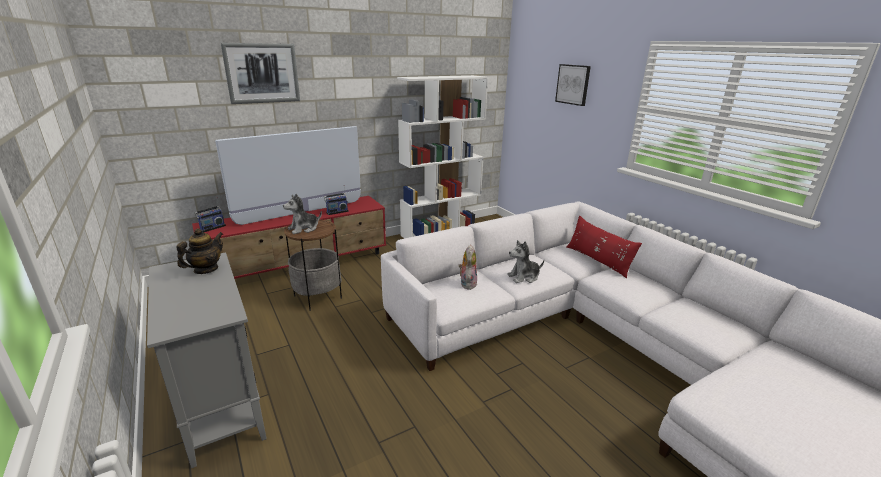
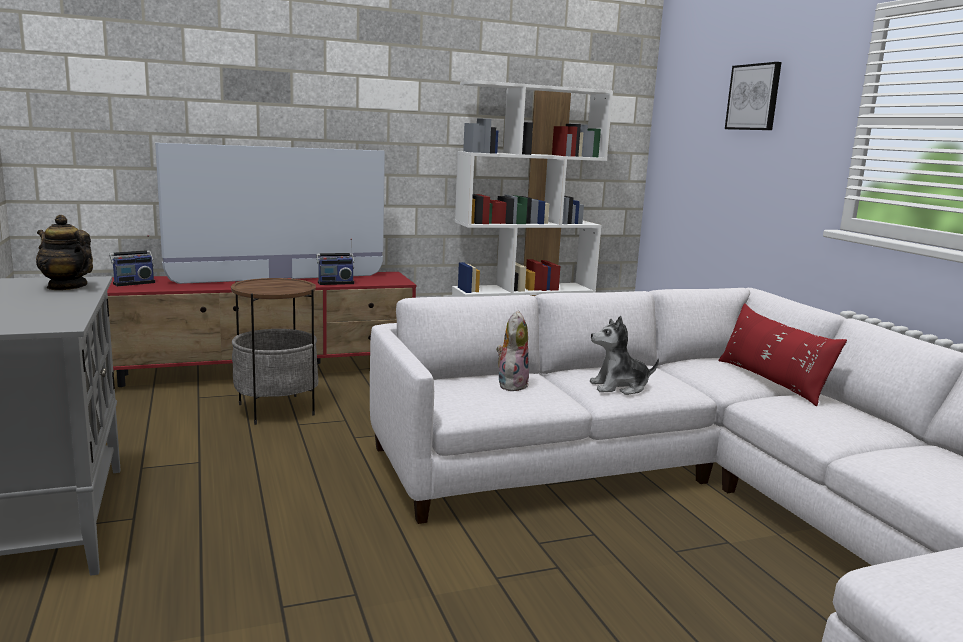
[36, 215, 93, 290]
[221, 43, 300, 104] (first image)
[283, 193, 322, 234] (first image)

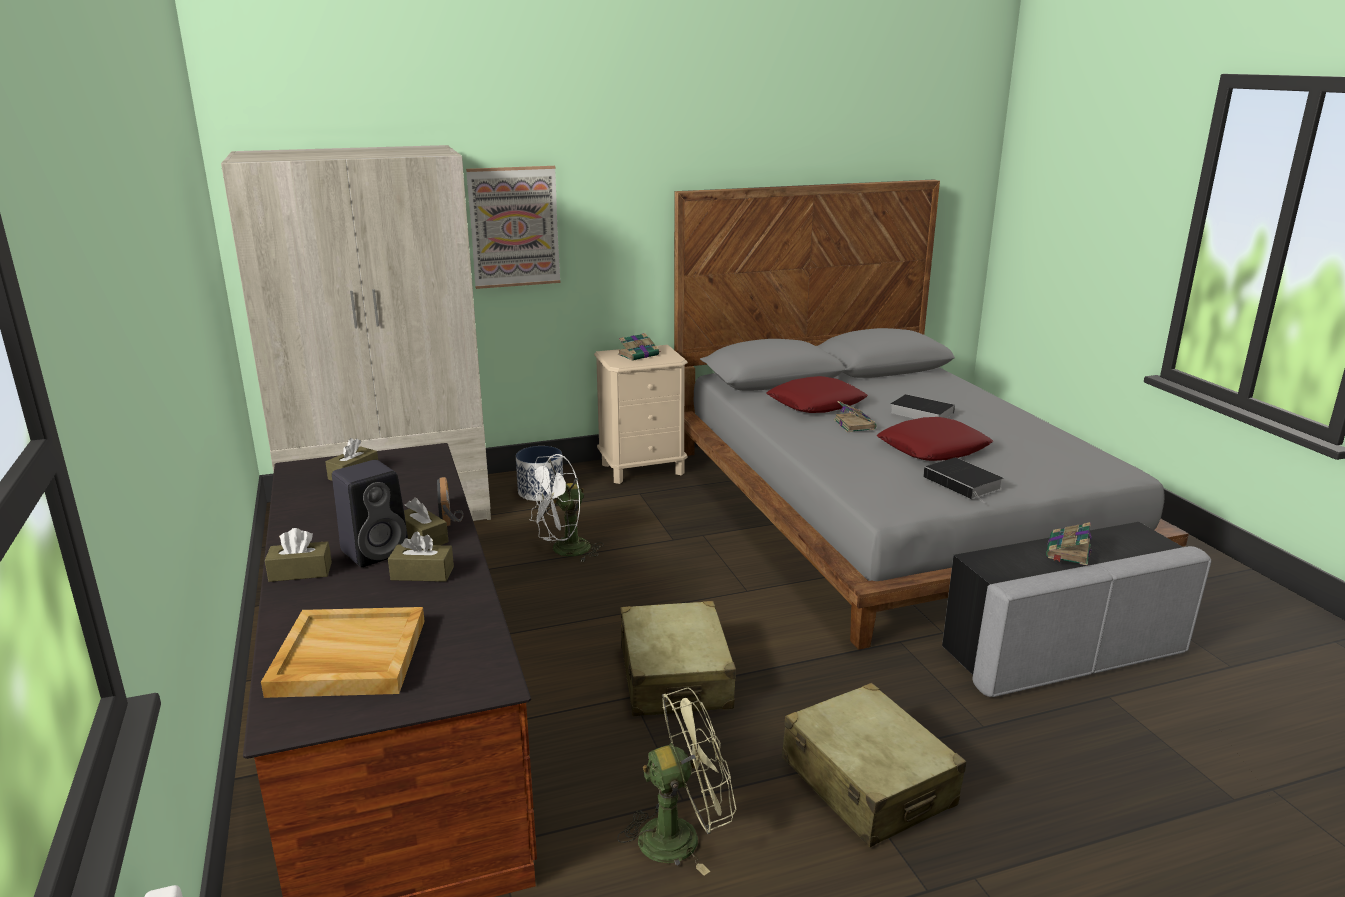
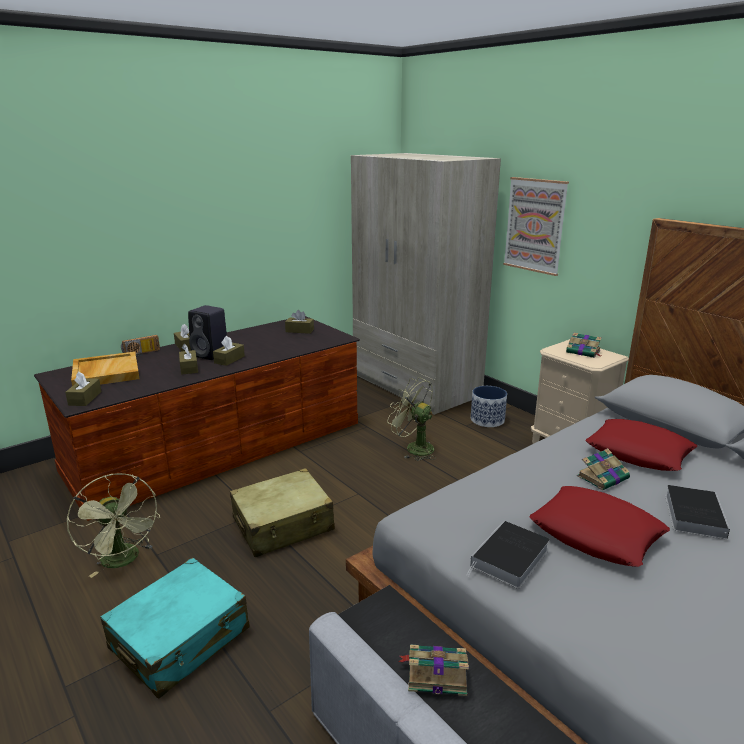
[121, 335, 160, 357]
[387, 378, 436, 461]
[100, 558, 250, 698]
[65, 372, 102, 406]

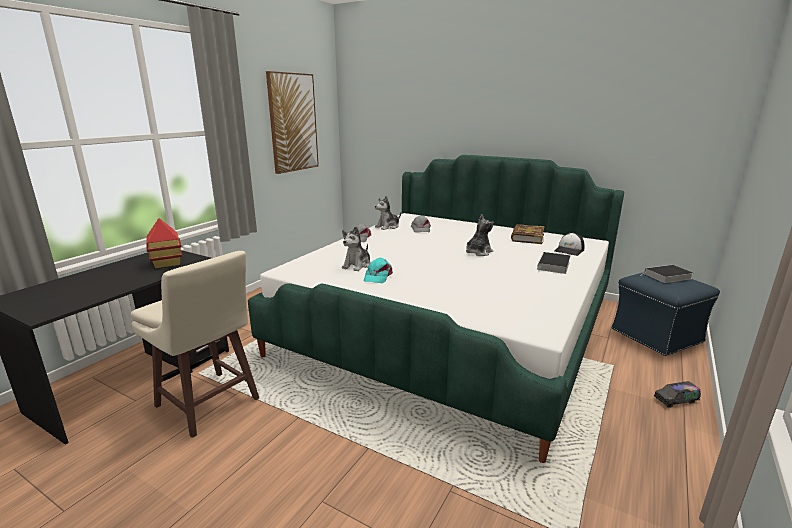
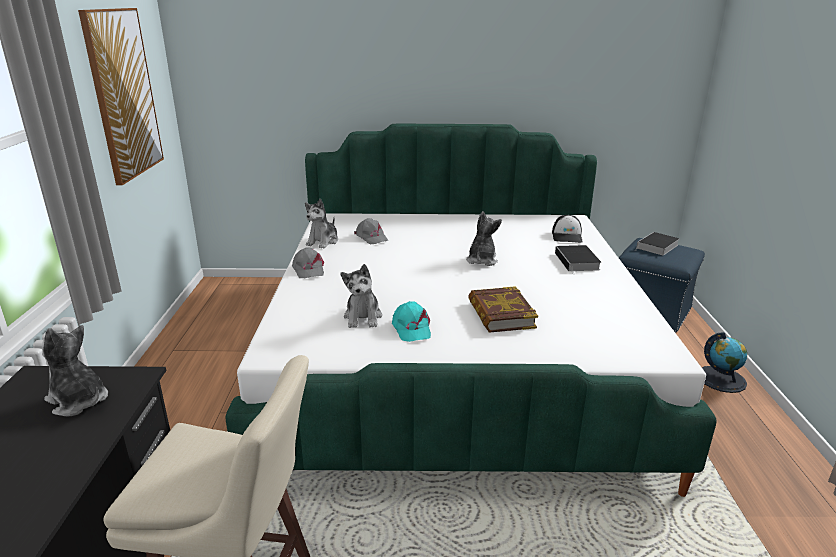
[42, 325, 108, 417]
[468, 286, 538, 333]
[702, 332, 747, 393]

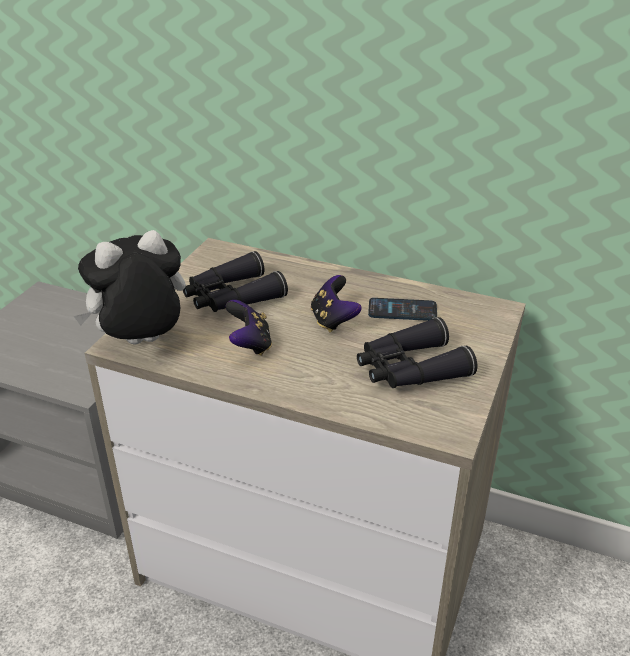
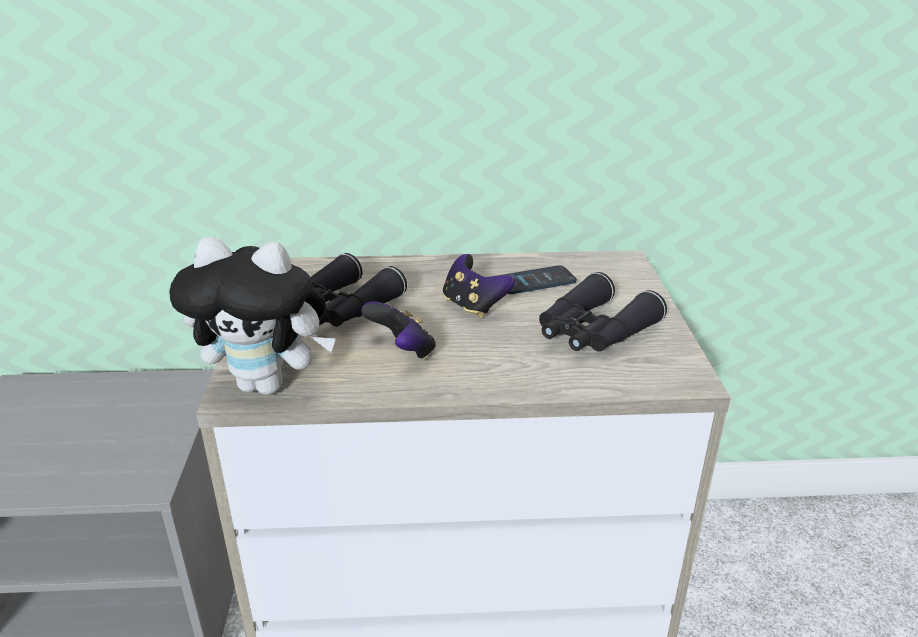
[169, 237, 336, 395]

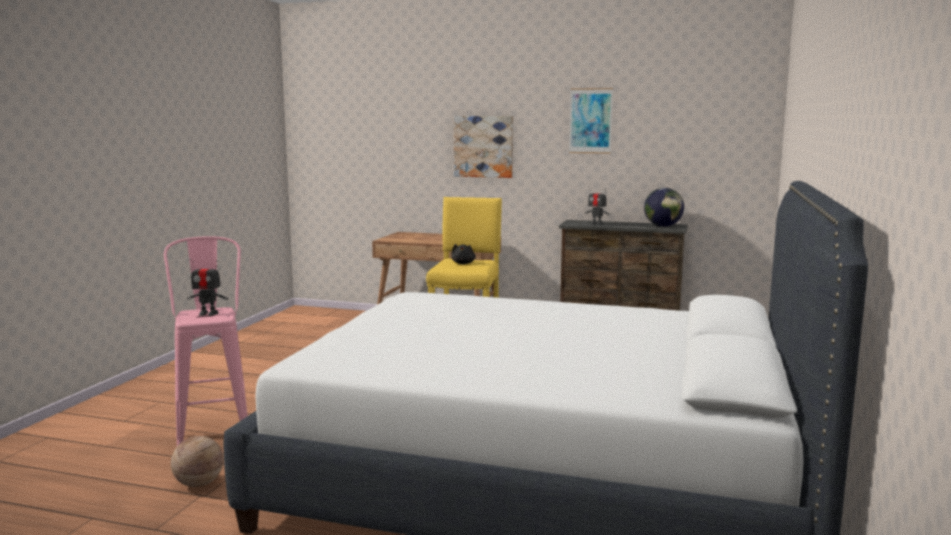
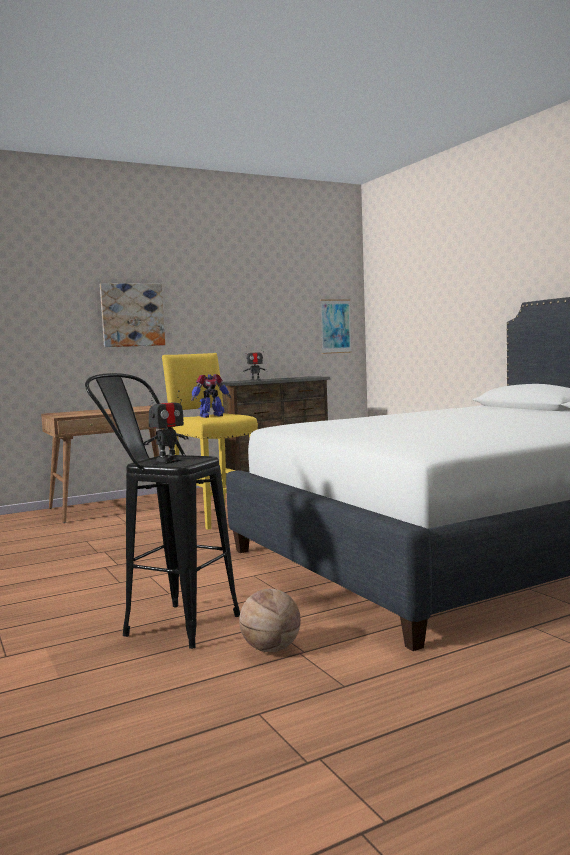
[85, 373, 240, 649]
[191, 374, 231, 418]
[320, 300, 352, 354]
[644, 188, 684, 227] (first image)

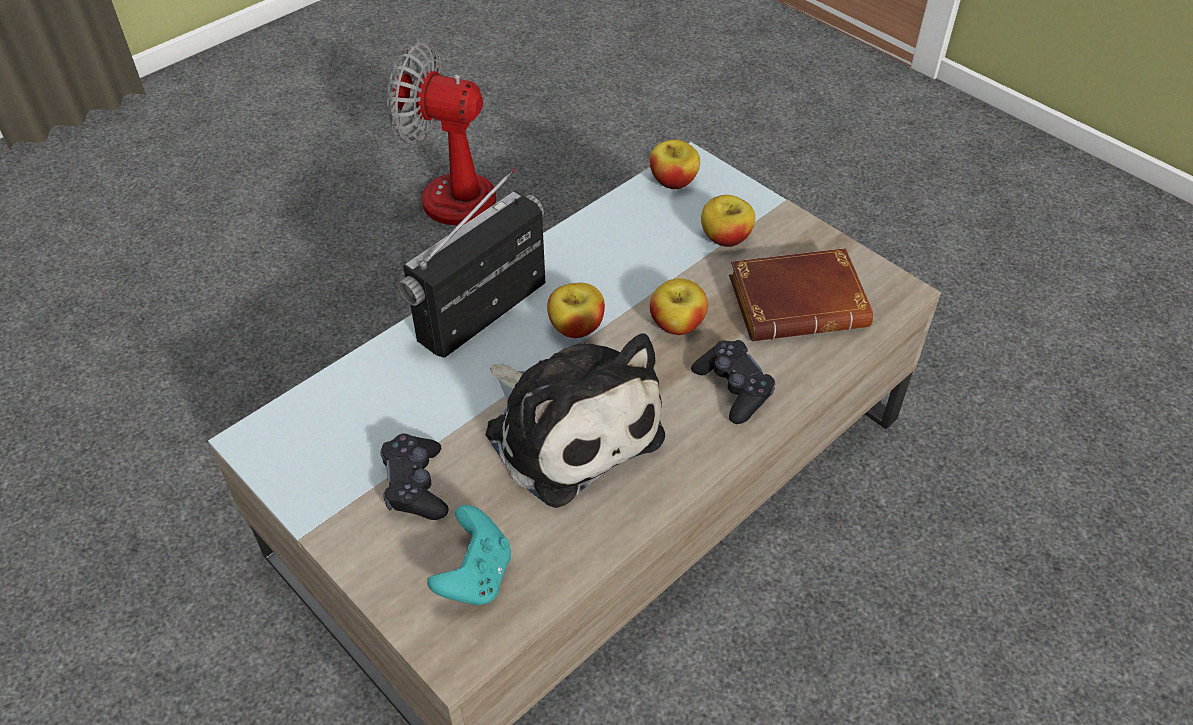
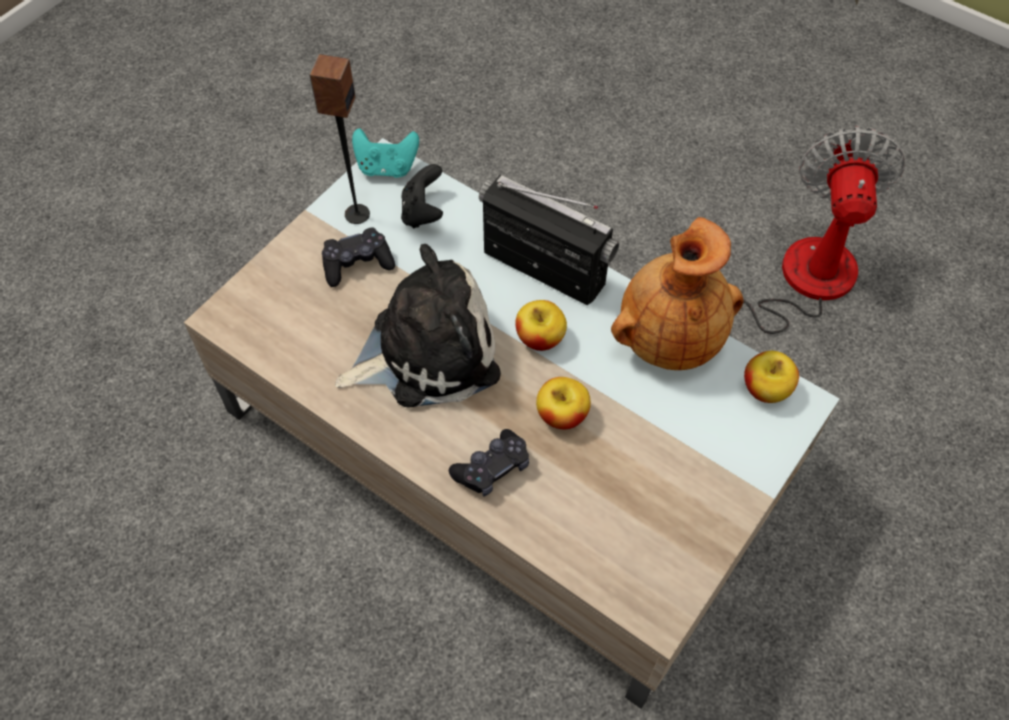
[352, 128, 419, 178]
[335, 244, 501, 408]
[701, 195, 755, 247] (first image)
[729, 248, 873, 341] (first image)
[309, 54, 370, 224]
[401, 164, 443, 228]
[611, 217, 744, 370]

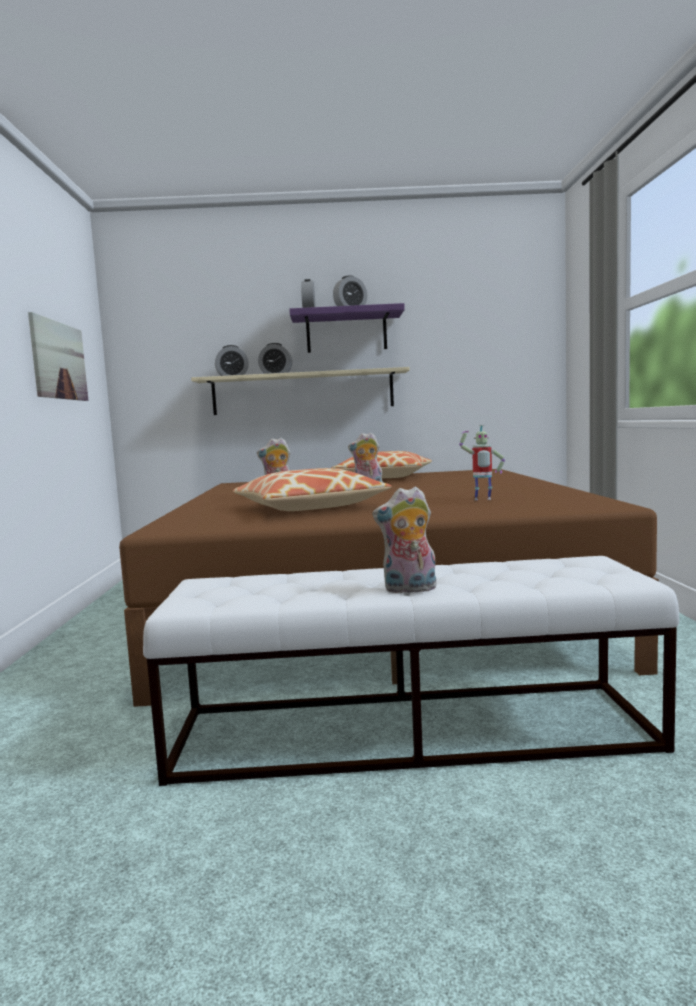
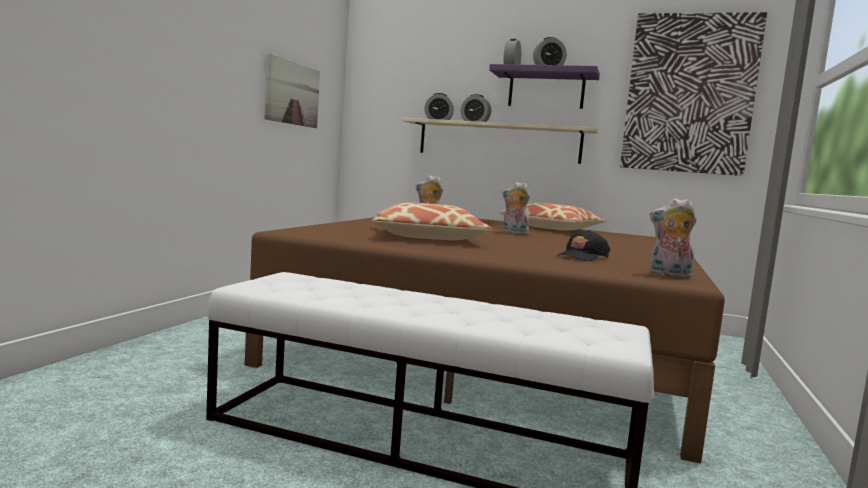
[650, 198, 697, 278]
[556, 230, 610, 261]
[620, 12, 767, 176]

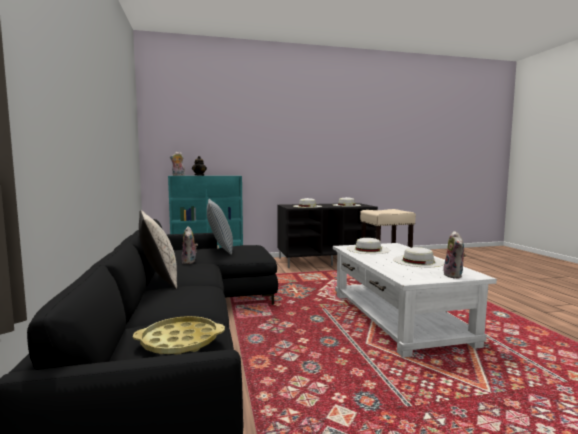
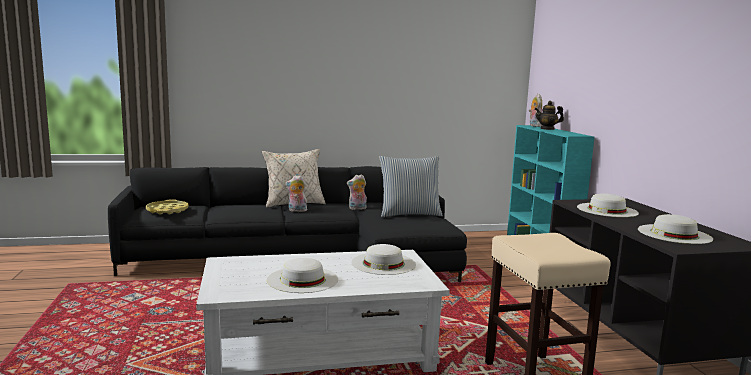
[286, 175, 307, 212]

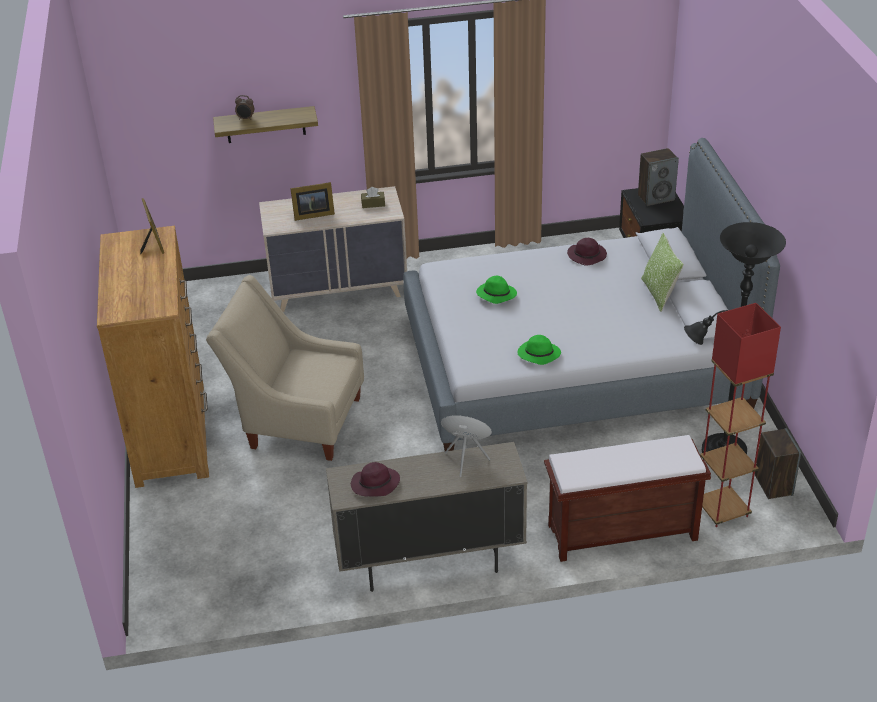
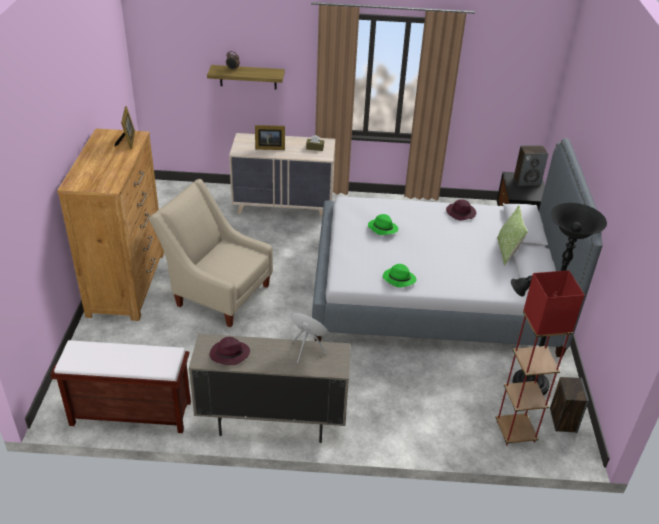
[50, 340, 191, 433]

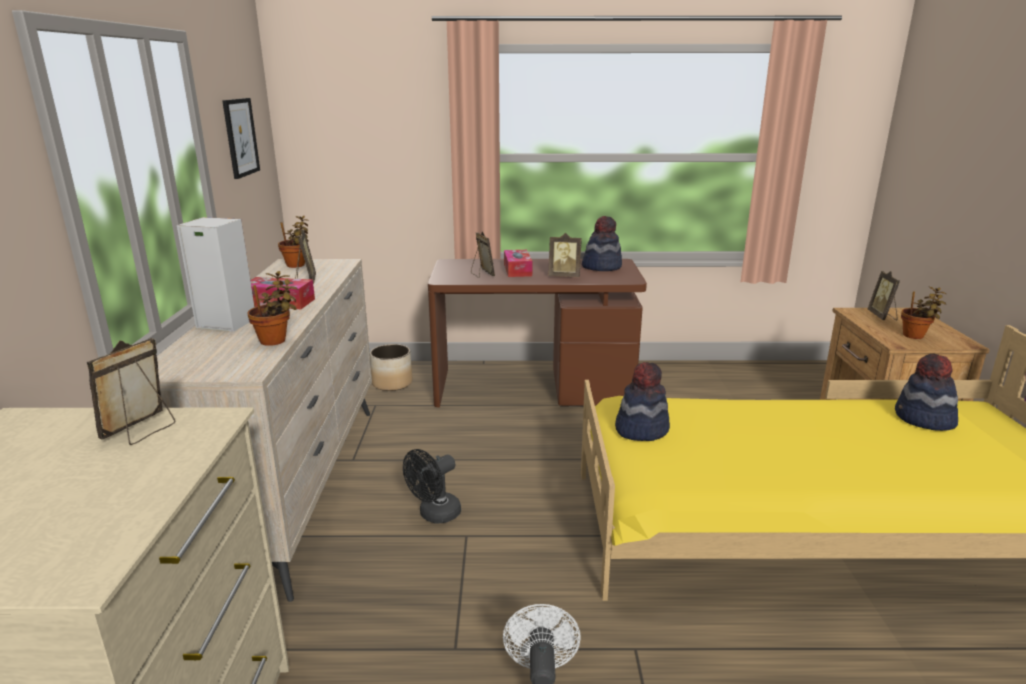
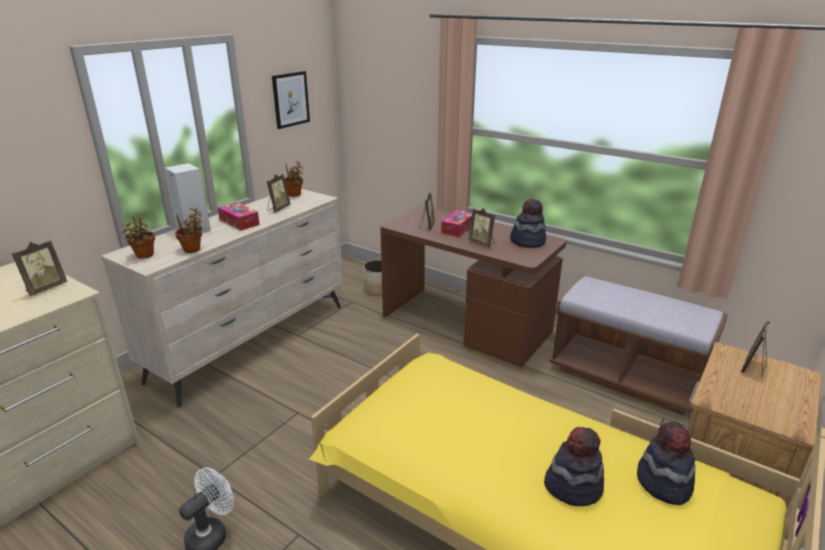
[12, 240, 67, 296]
[403, 449, 461, 523] (first image)
[544, 427, 604, 506]
[121, 215, 155, 259]
[550, 275, 728, 415]

